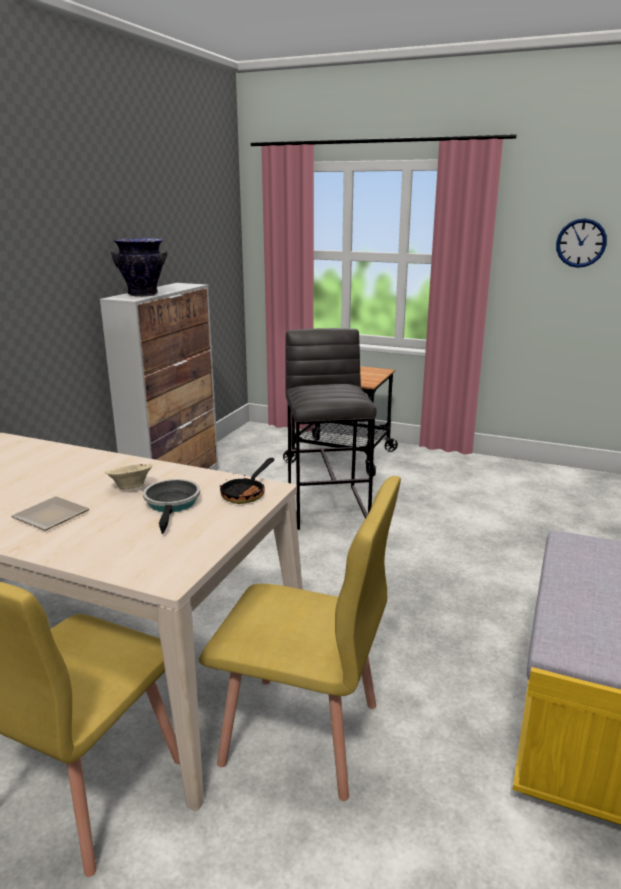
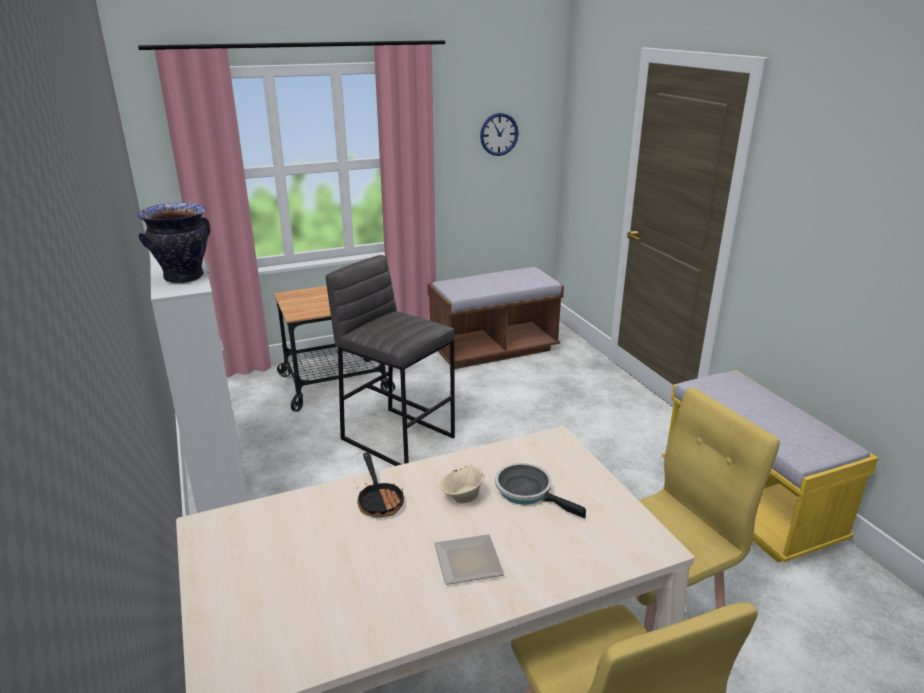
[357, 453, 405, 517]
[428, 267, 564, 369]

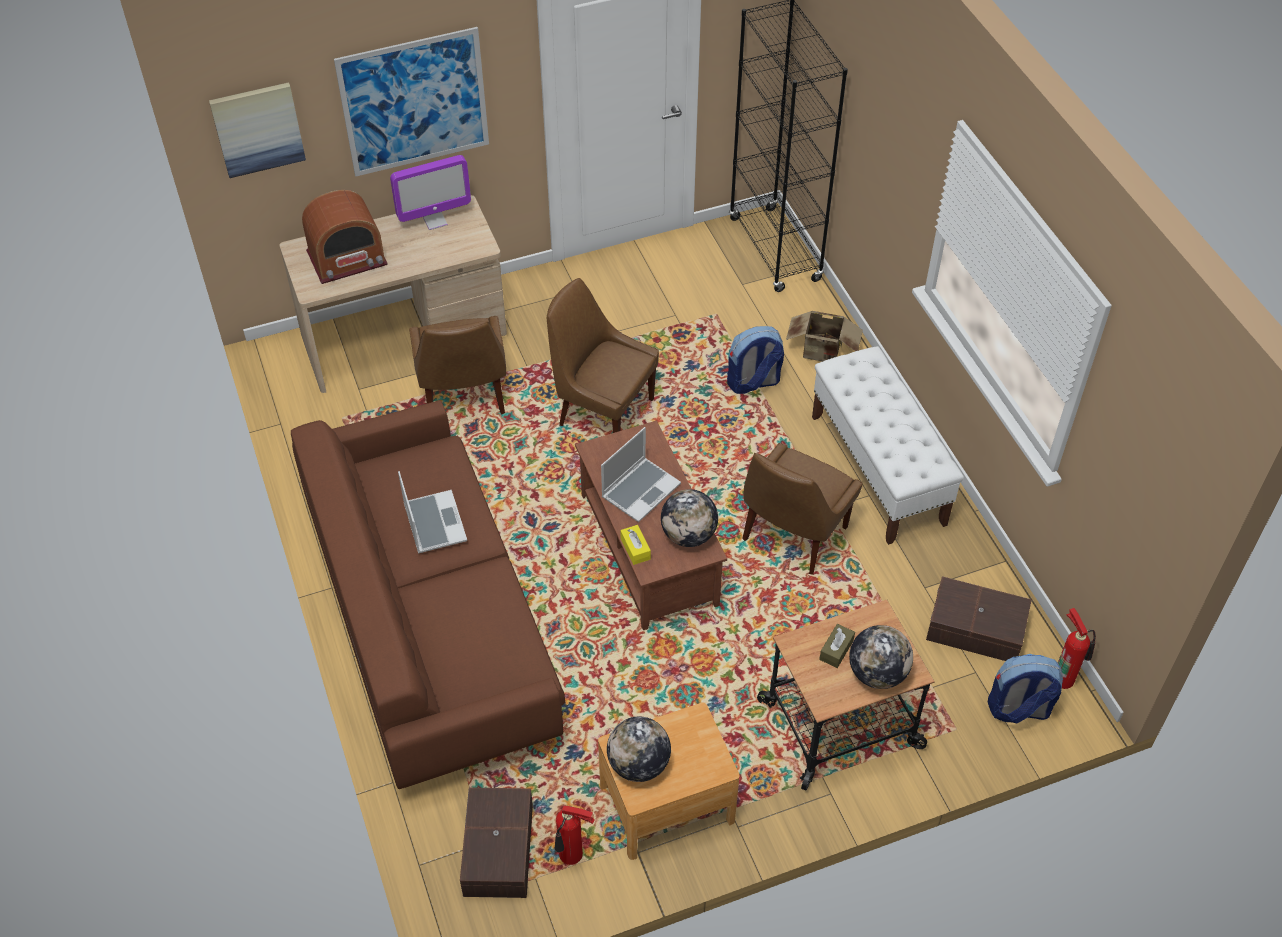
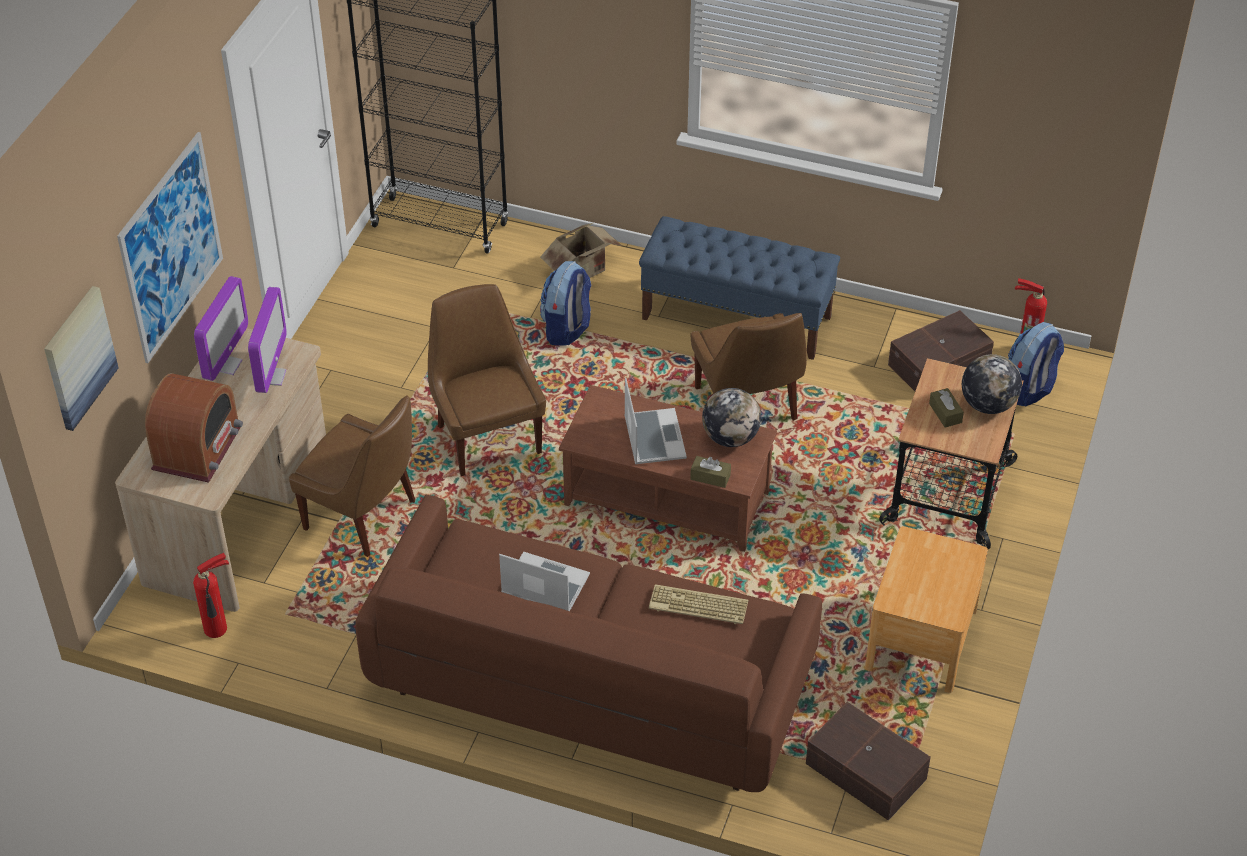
[428, 284, 546, 476]
[193, 553, 229, 638]
[607, 717, 671, 782] (first image)
[690, 456, 731, 488]
[639, 216, 840, 360]
[248, 287, 287, 393]
[649, 584, 749, 624]

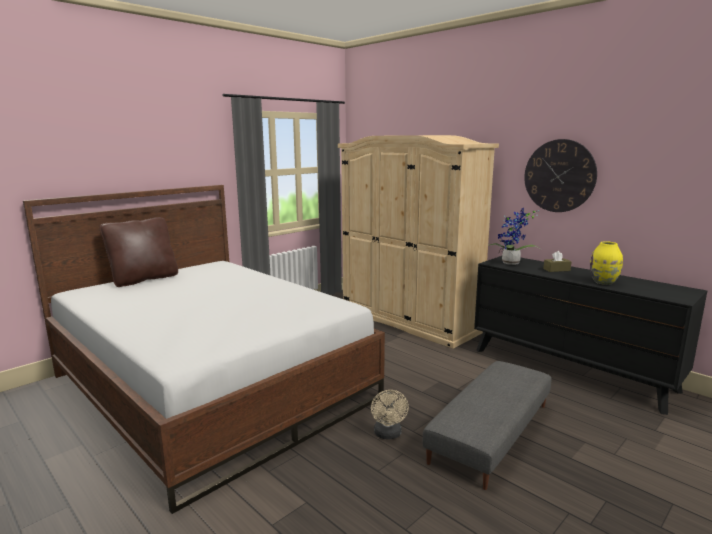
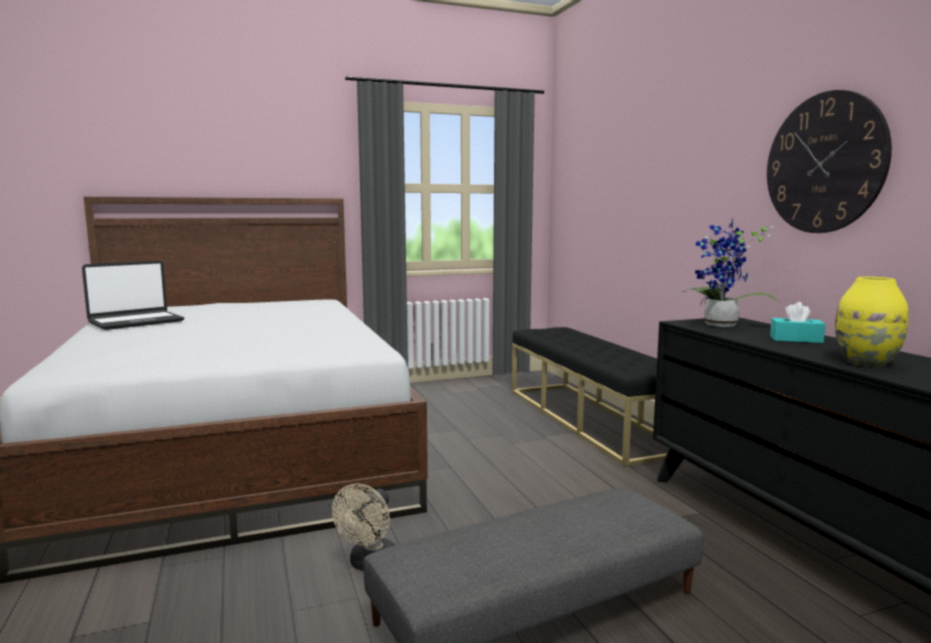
[99, 217, 178, 287] (first image)
[512, 327, 667, 466]
[770, 302, 825, 343]
[82, 261, 184, 330]

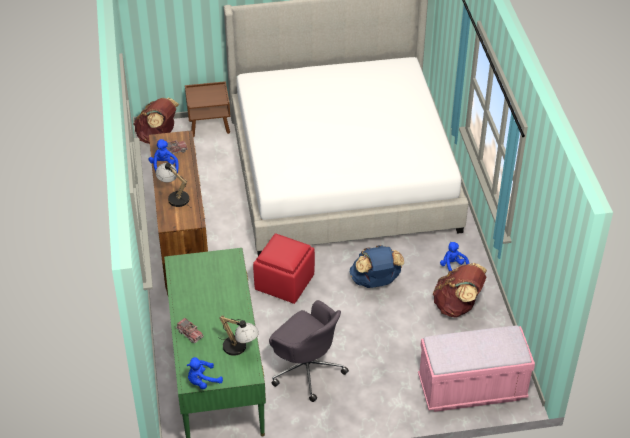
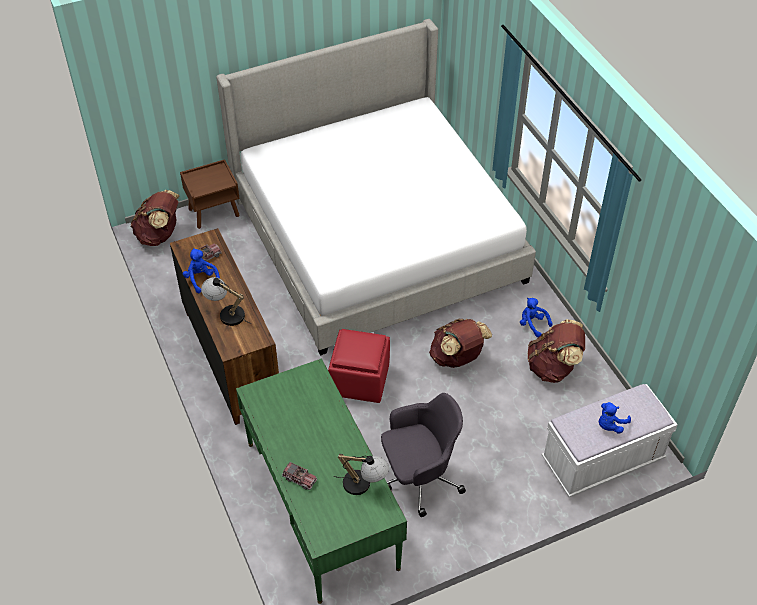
[599, 402, 631, 434]
[381, 393, 466, 517]
[429, 319, 492, 368]
[542, 384, 678, 497]

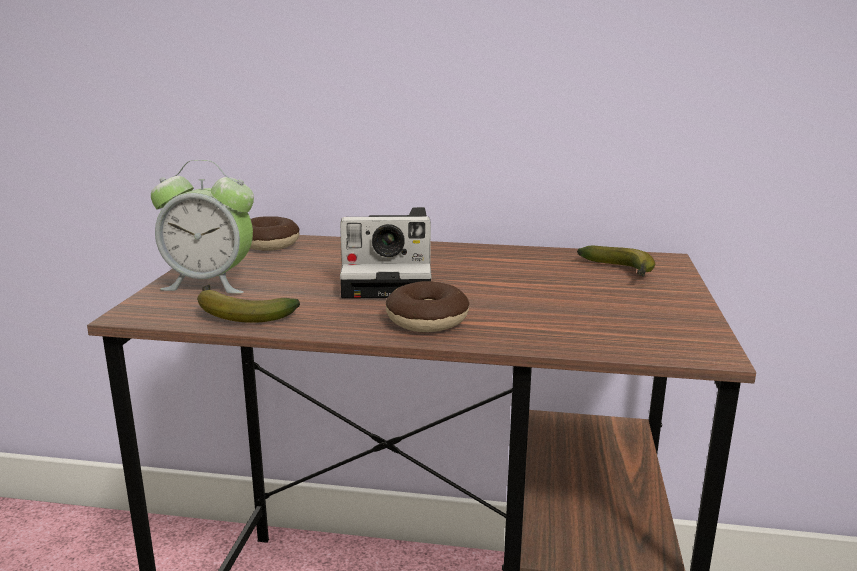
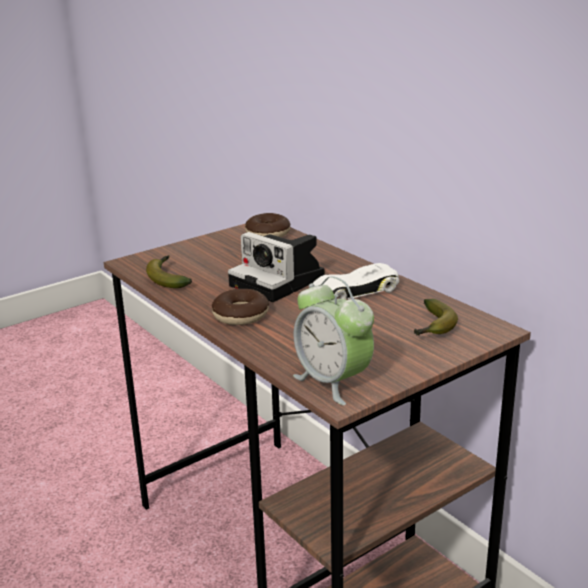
[293, 276, 374, 405]
[313, 263, 399, 300]

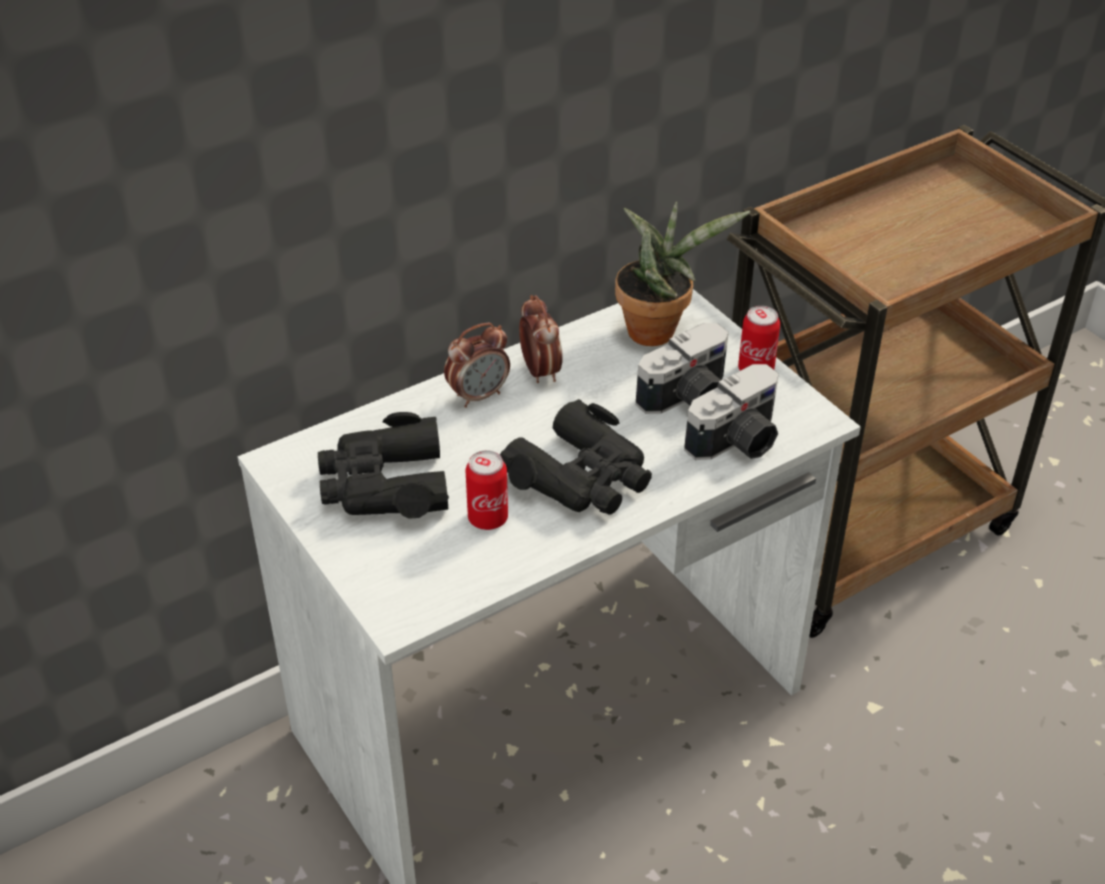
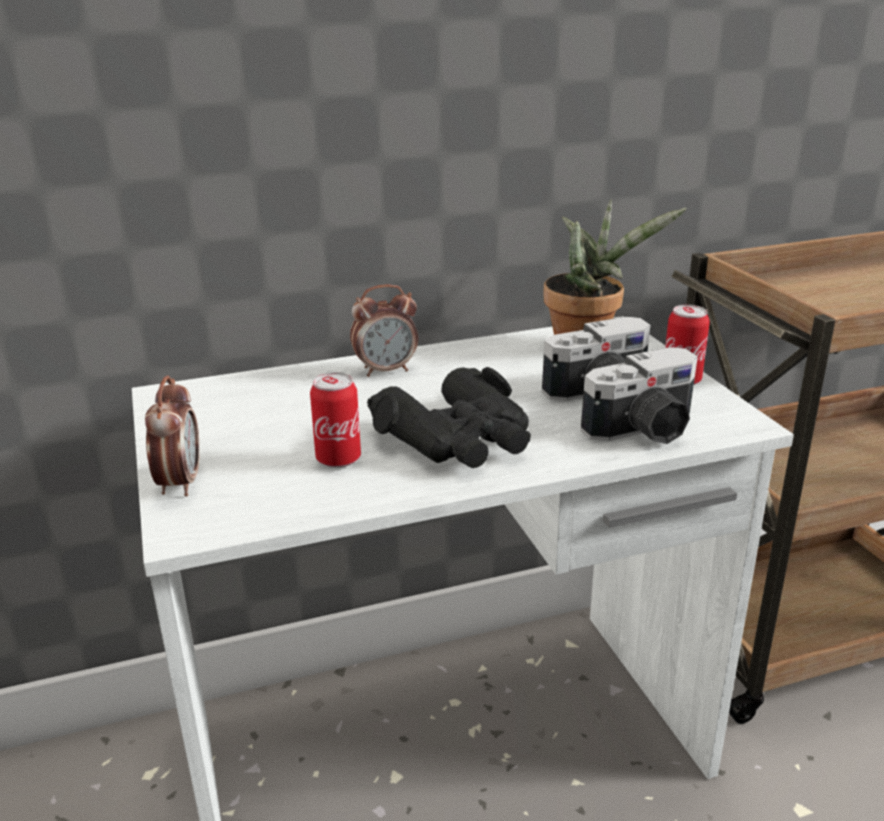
[318, 412, 449, 519] (first image)
[145, 376, 200, 496]

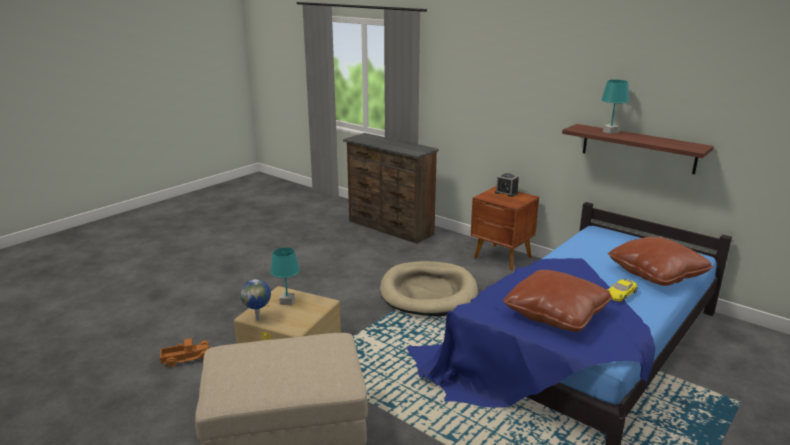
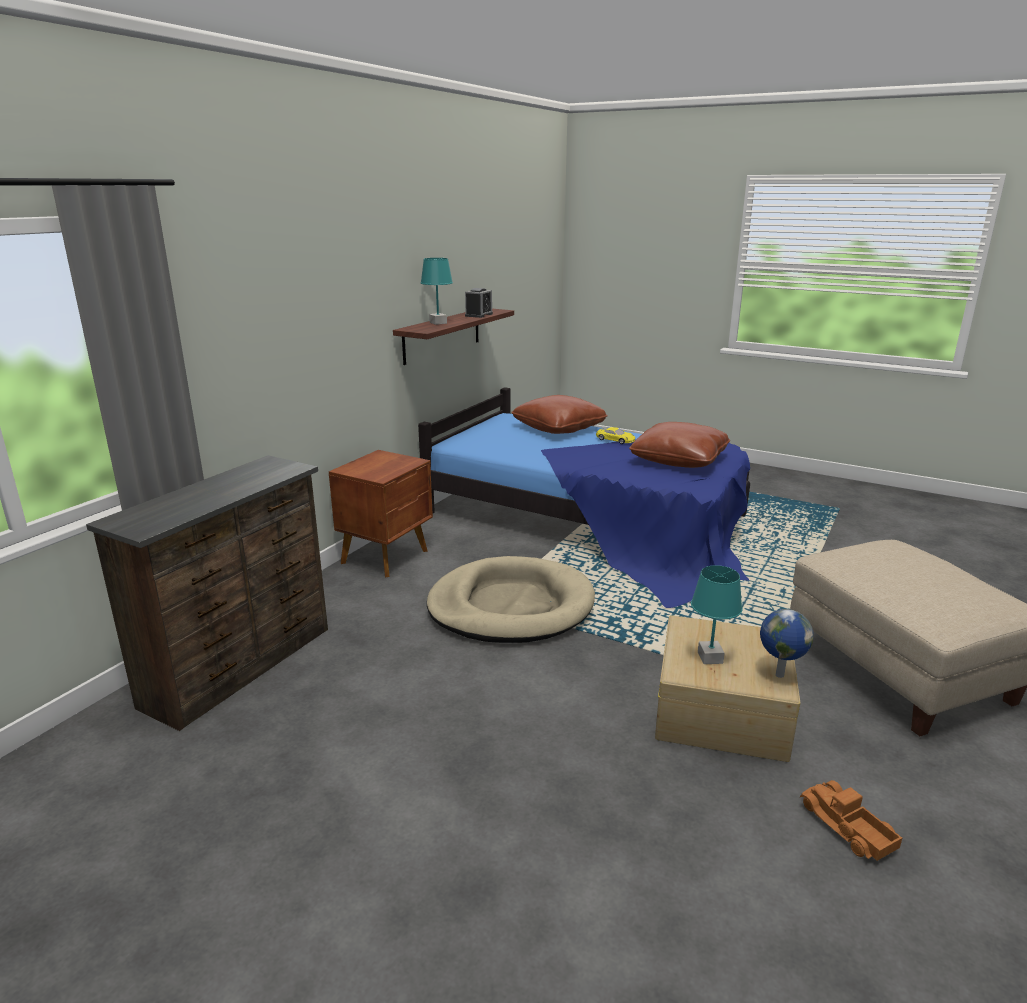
[465, 288, 493, 318]

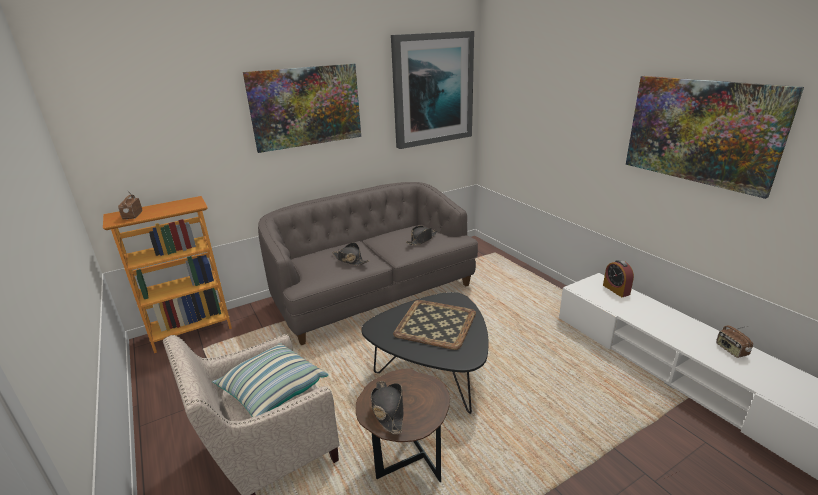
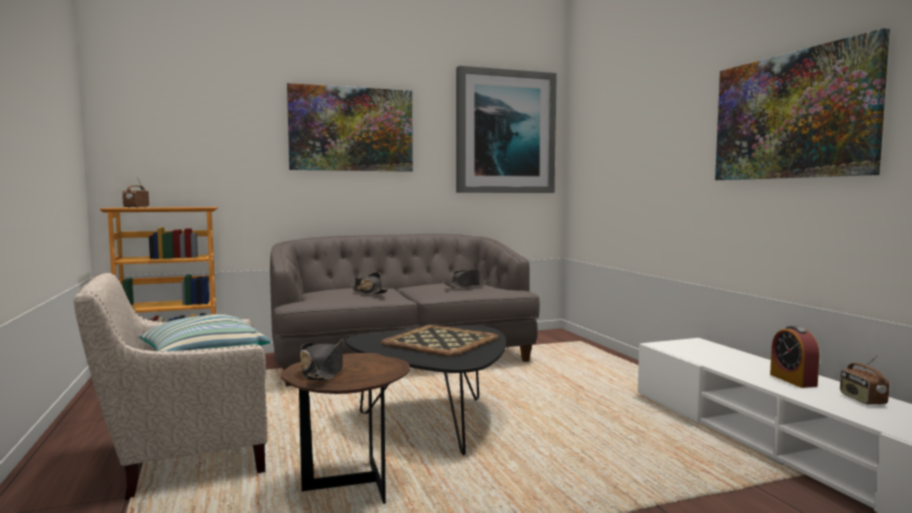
[770, 326, 820, 388]

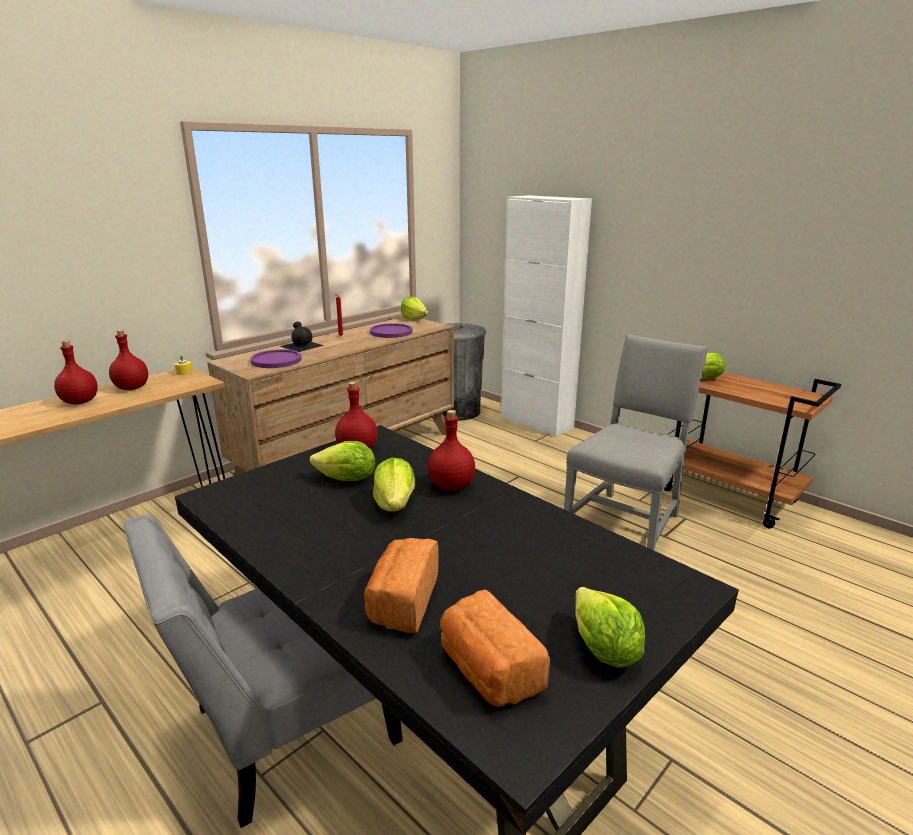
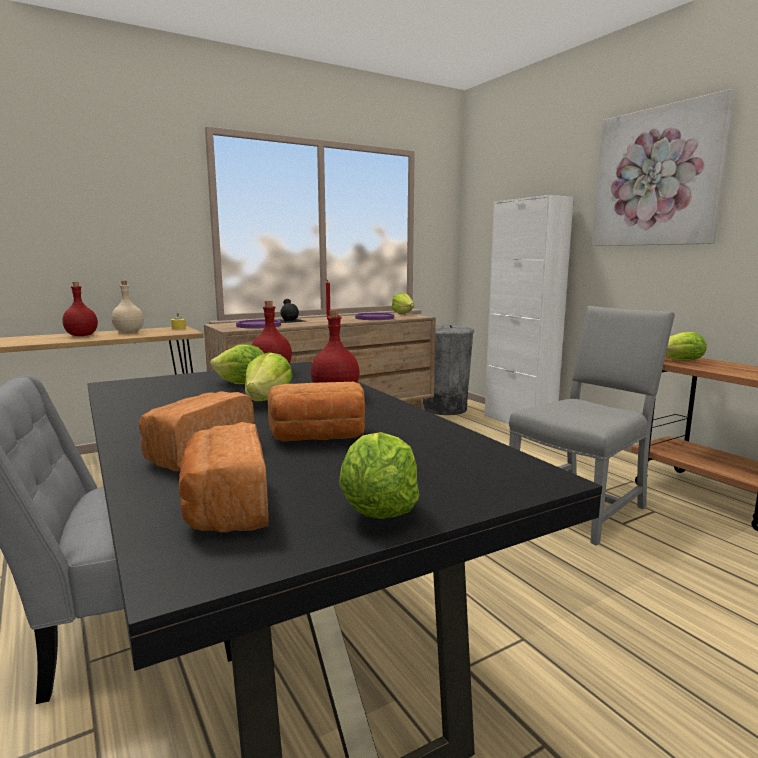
[111, 281, 144, 333]
[267, 382, 365, 442]
[592, 89, 734, 246]

